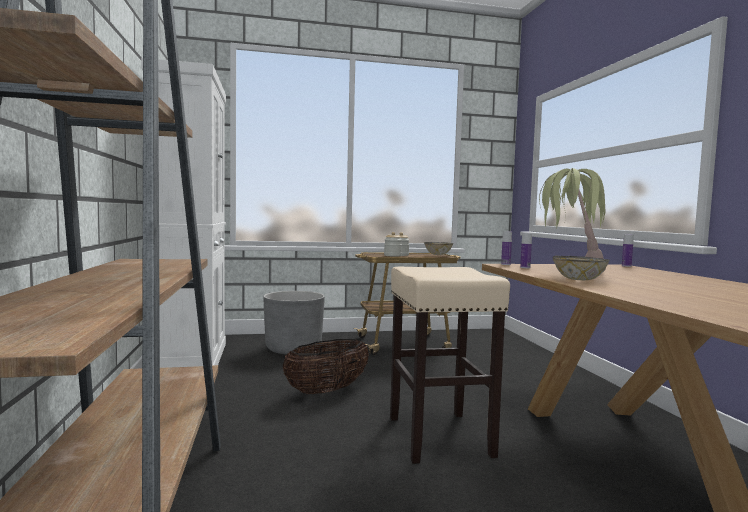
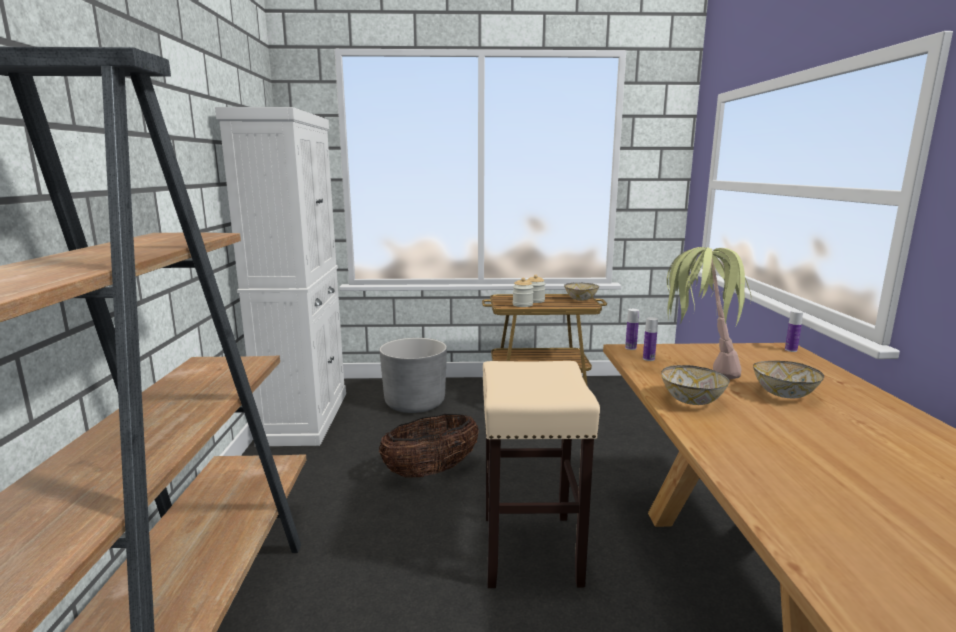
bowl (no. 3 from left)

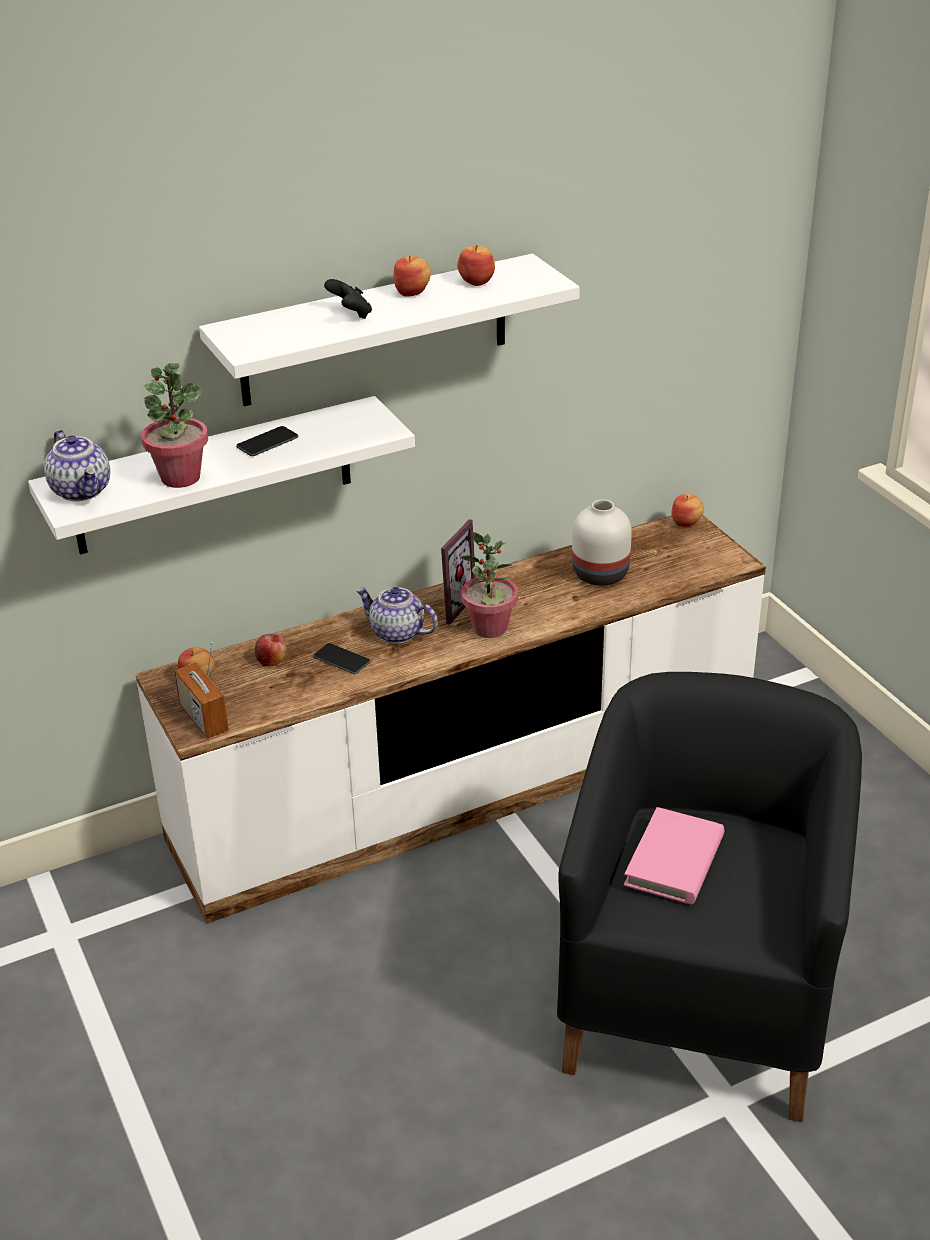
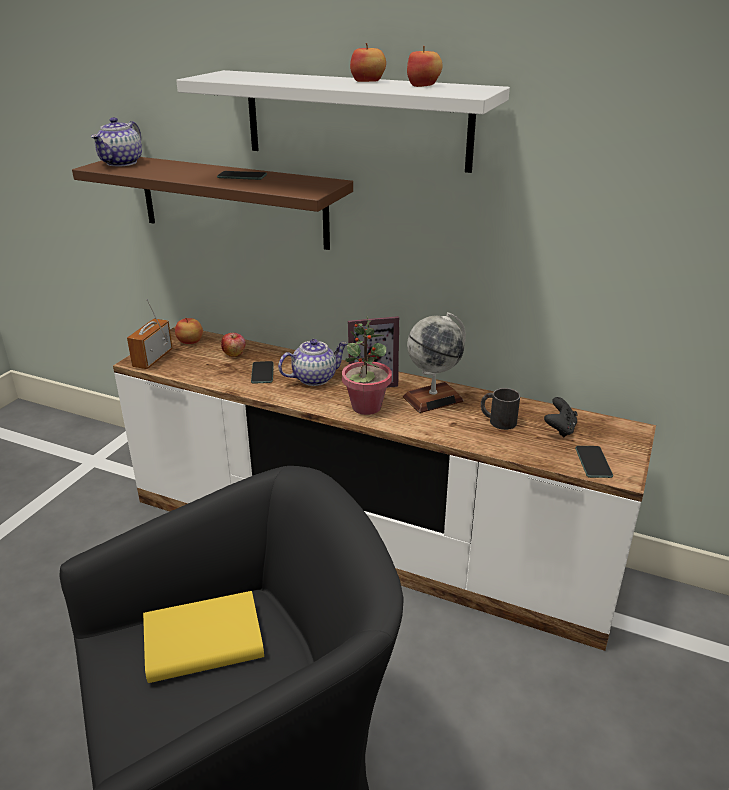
plant in a pot (no. 1 from left in the first image); apple fruit (no. 5 from left in the first image); desk globe; handset (no. 3 from left); game controller/black-coloured; tea mug/black-coloured; shelf/brownish; volume/yellow-coloured; teapot (no. 2 from left)

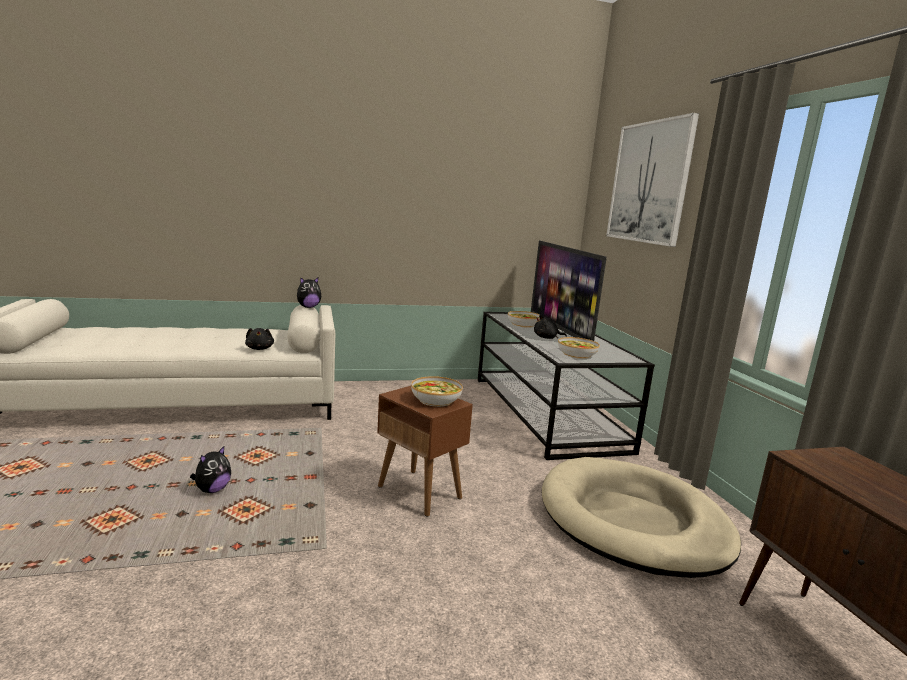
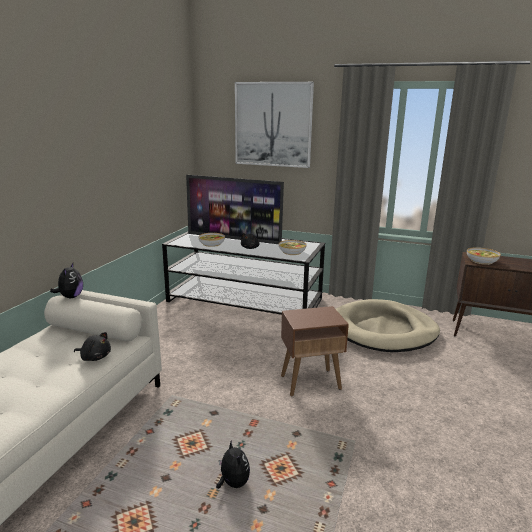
bowl (no. 3 from left)

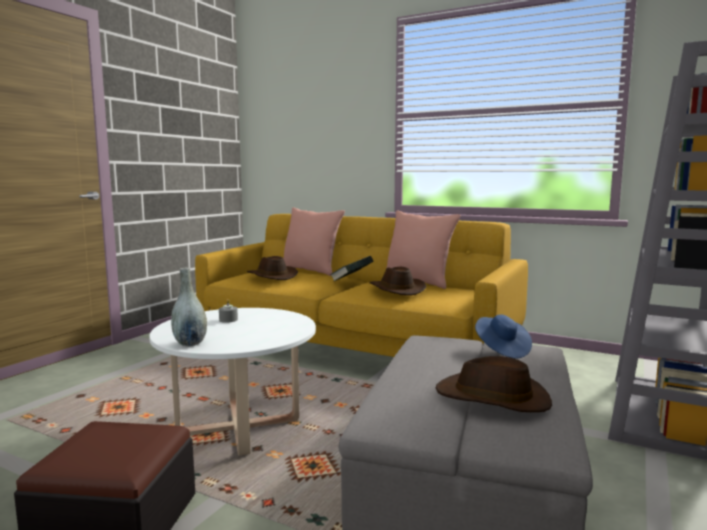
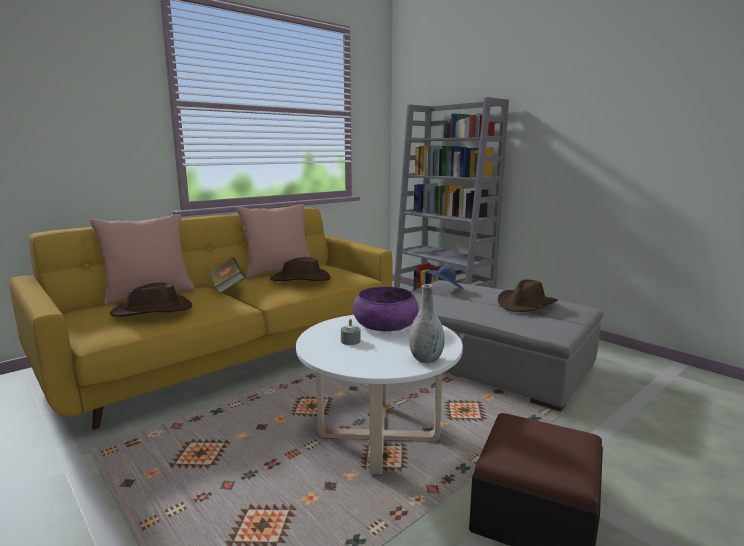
bowl/purple-coloured

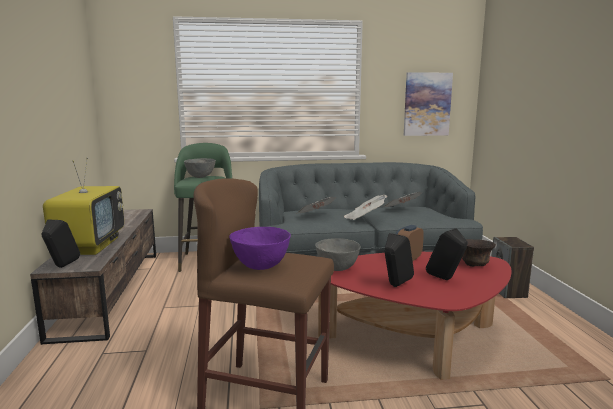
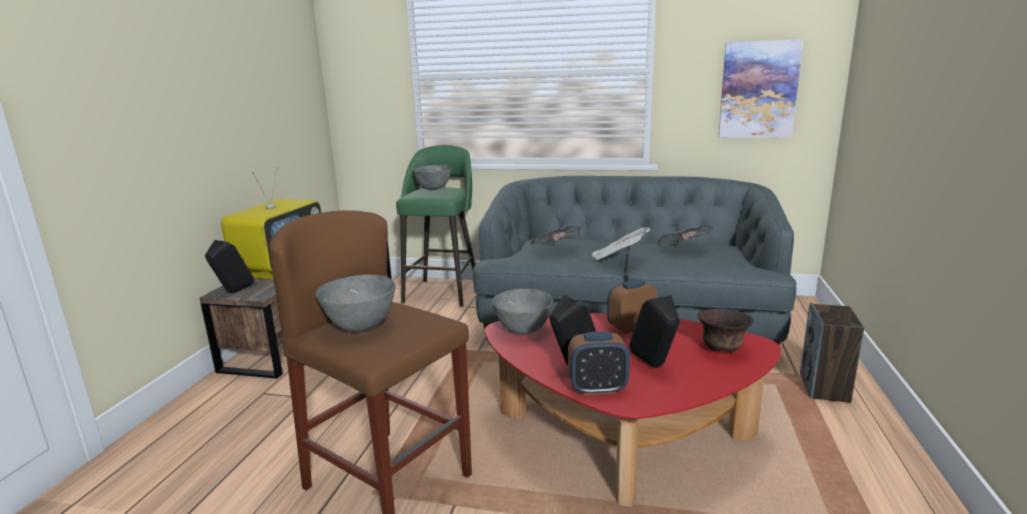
alarm clock (no. 1 from left); bowl/grey (no. 1 from left)

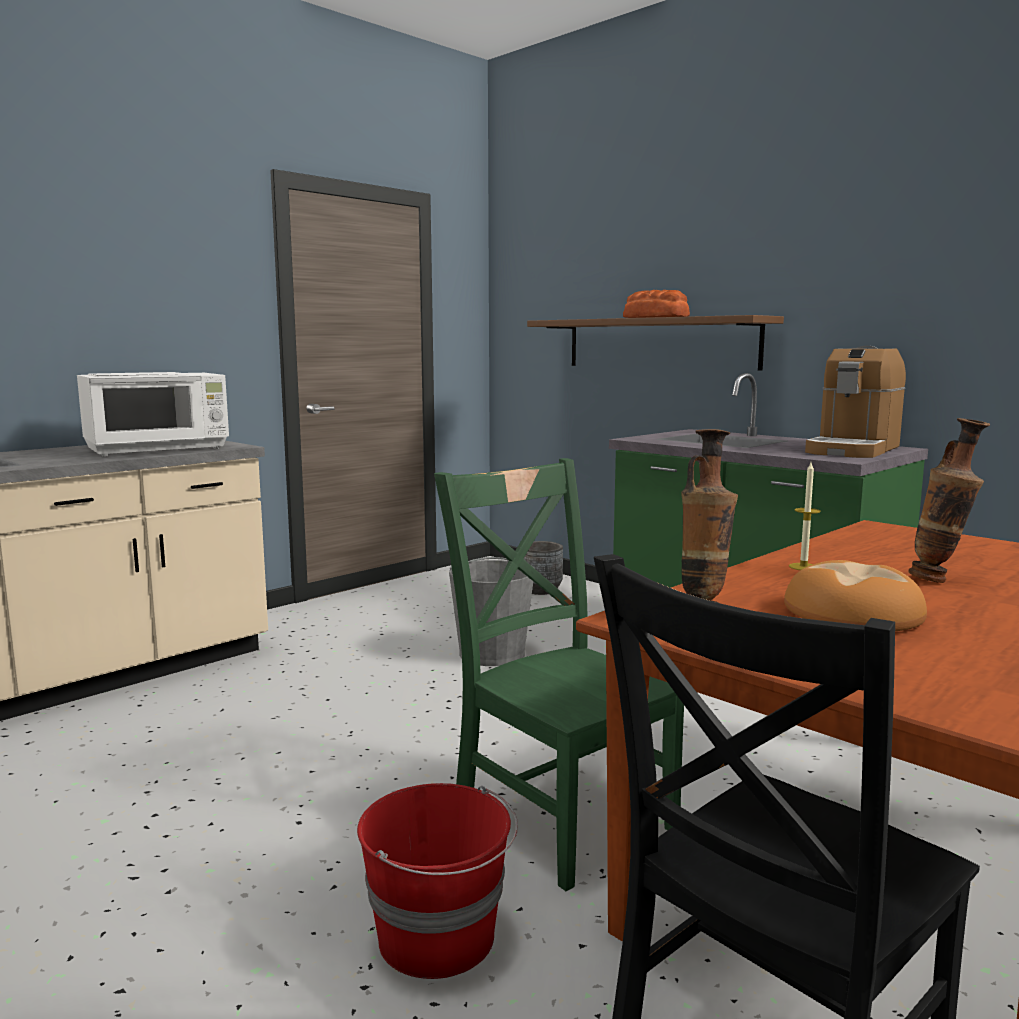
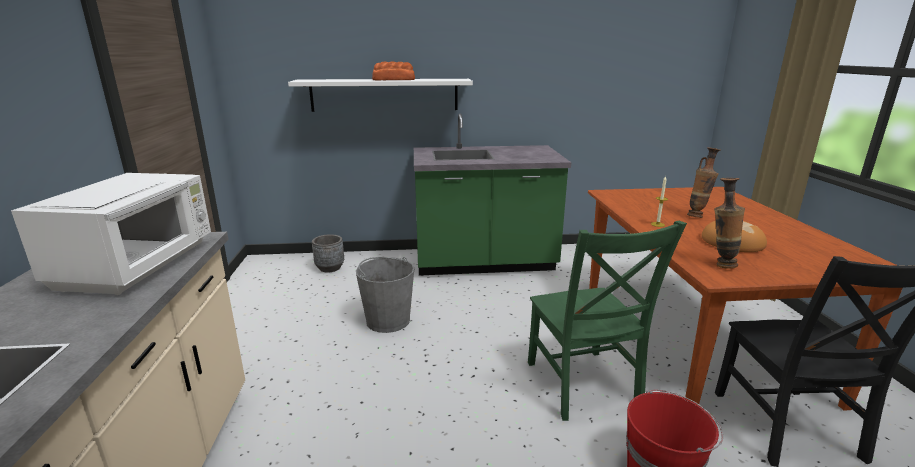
coffee brewer; shelf/white; chair/greenish

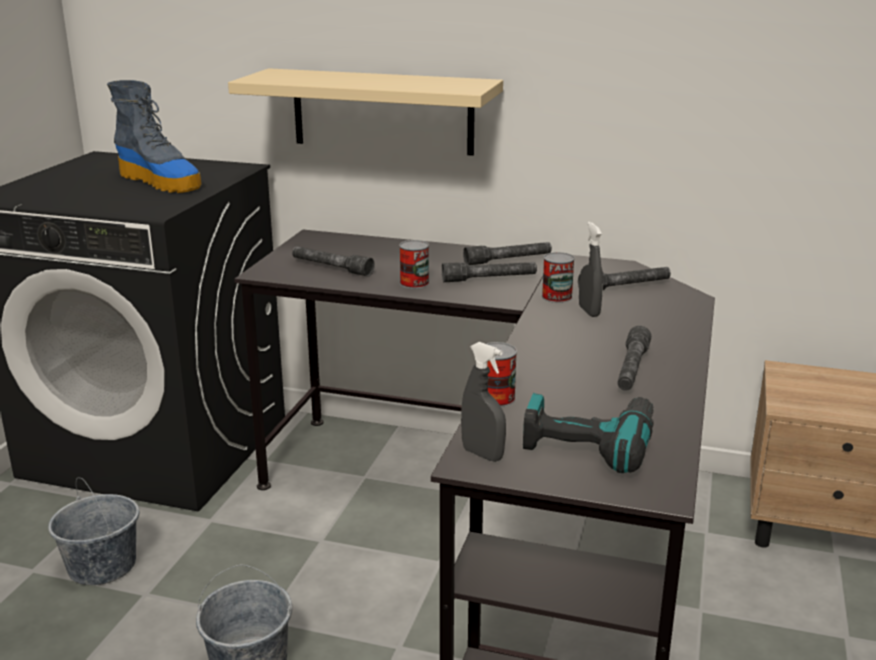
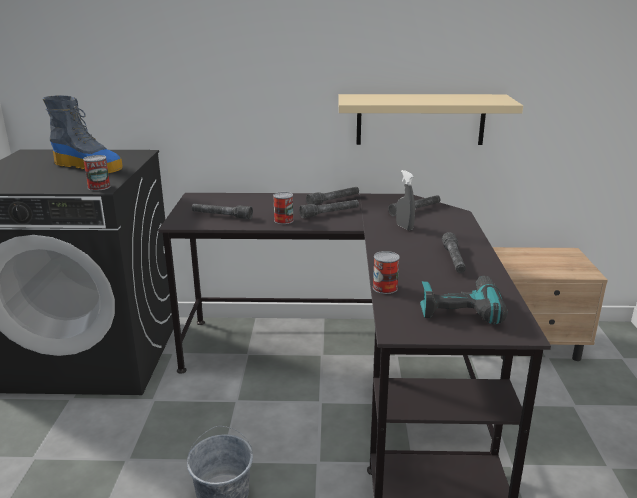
bucket/grey (no. 1 from left in the first image); hand sprayer/grey (no. 1 from left in the first image); shelf/beige-coloured; metal can (no. 1 from left)

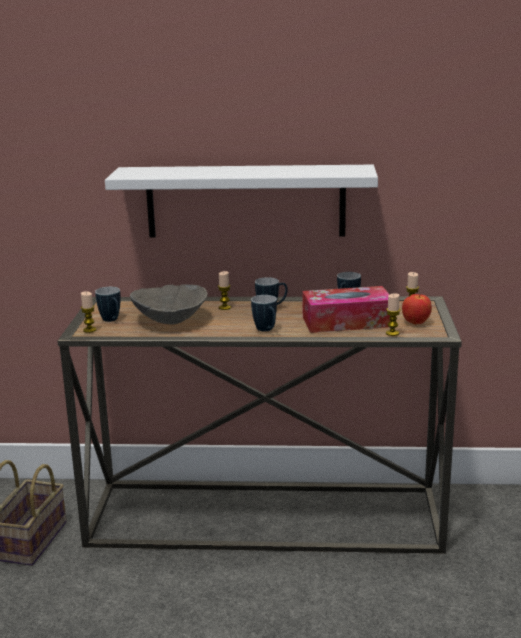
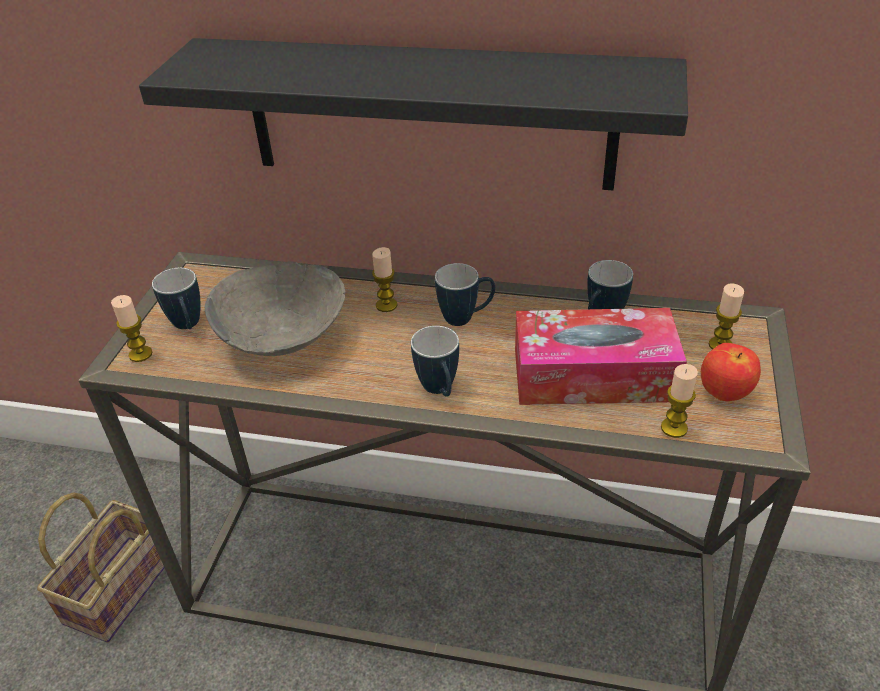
shelf/black-coloured

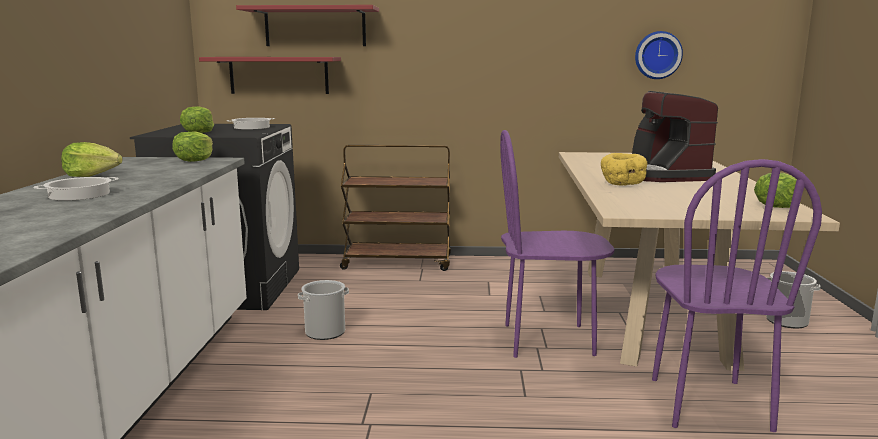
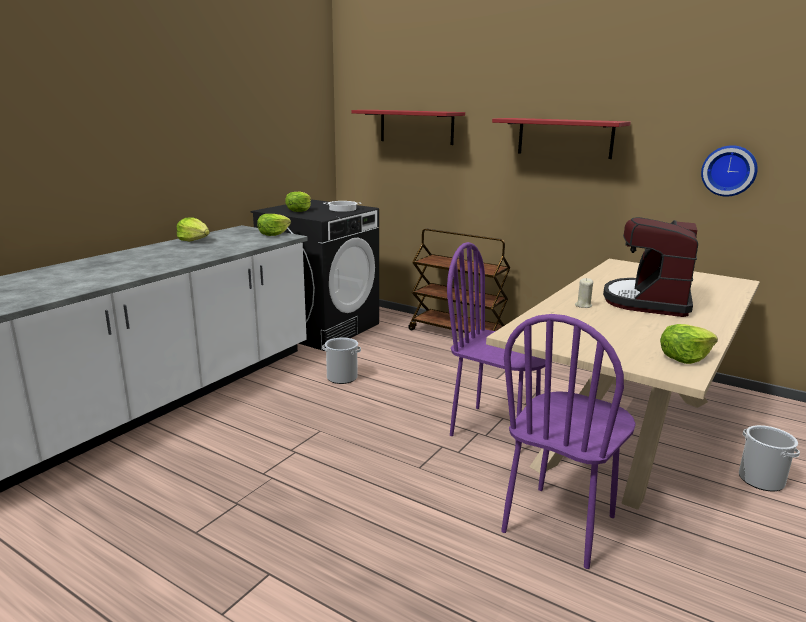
stockpot (no. 1 from left in the first image); shelf/red-coloured (no. 2 from left); wax light/beige-coloured

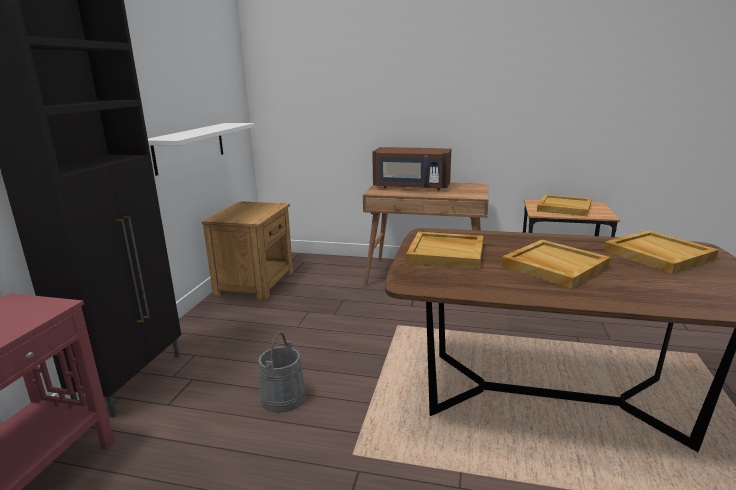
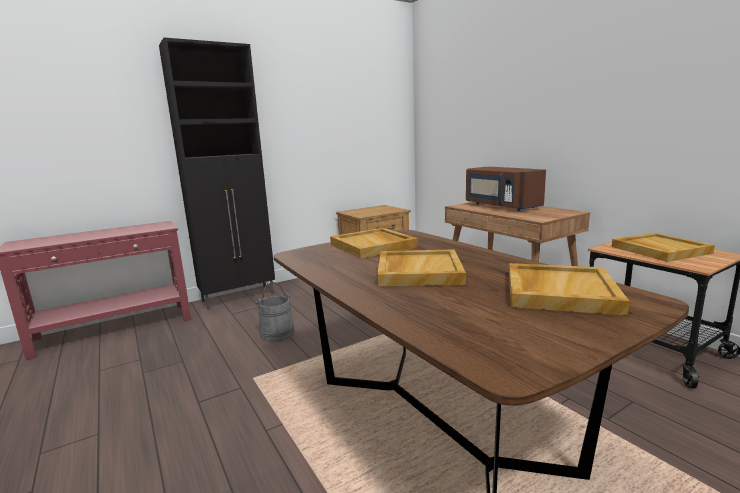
shelf/white

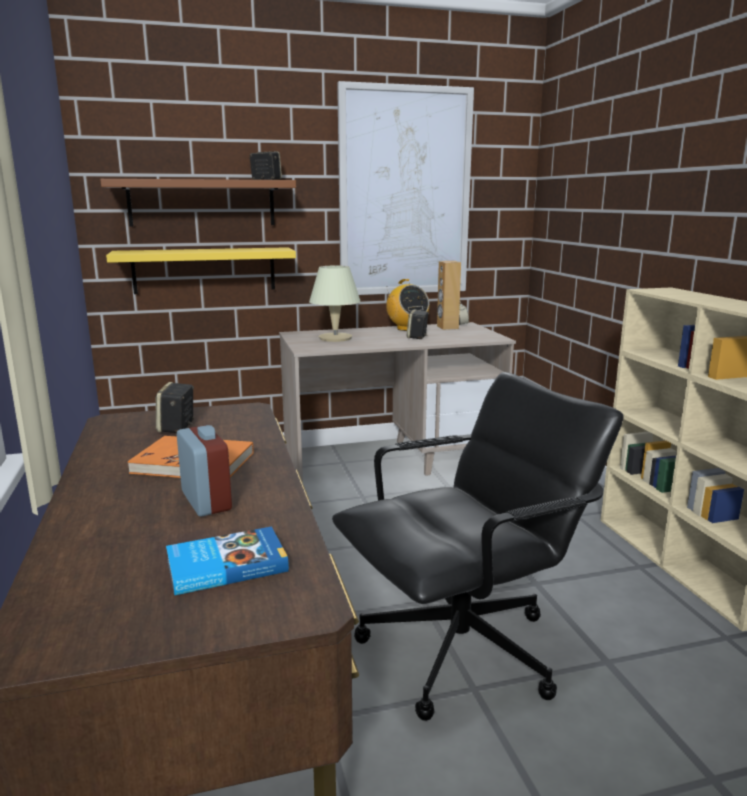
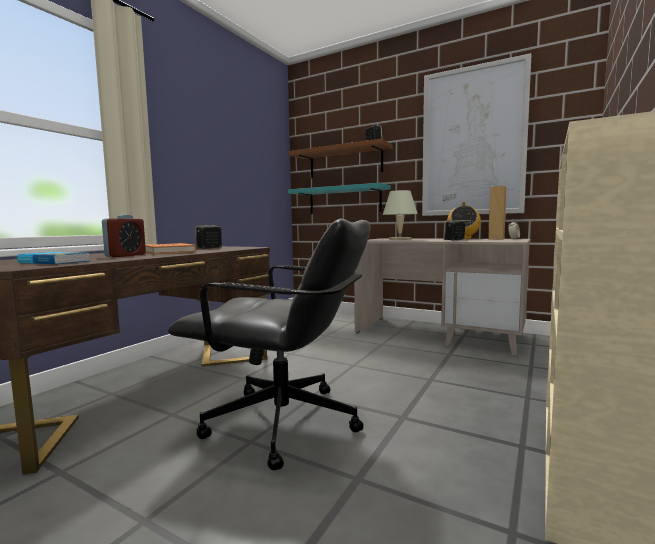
shelf/turquoise

